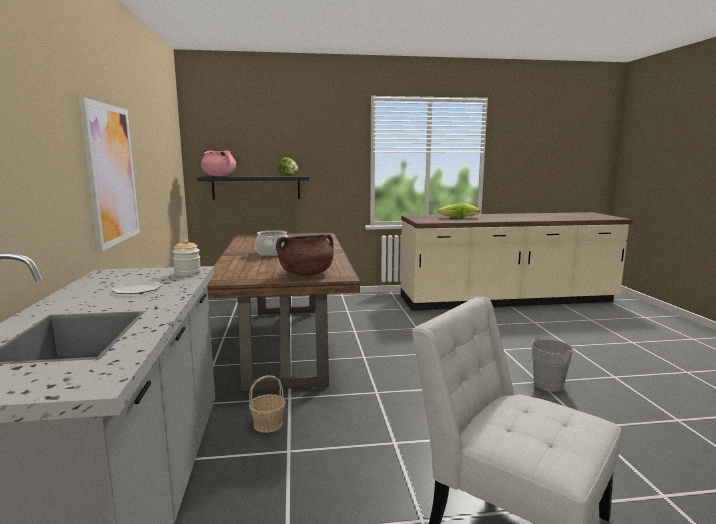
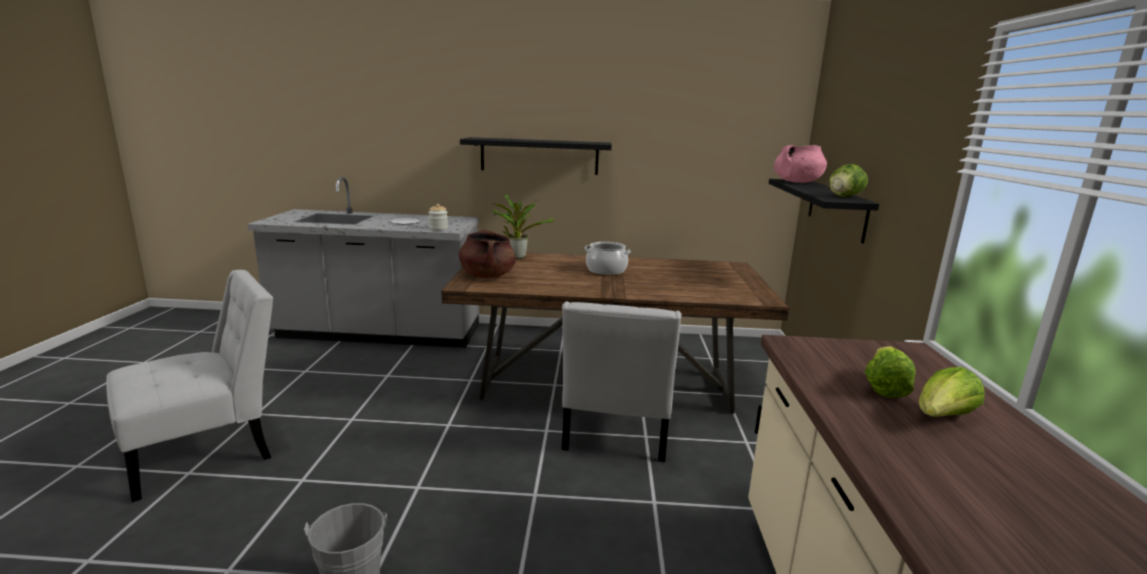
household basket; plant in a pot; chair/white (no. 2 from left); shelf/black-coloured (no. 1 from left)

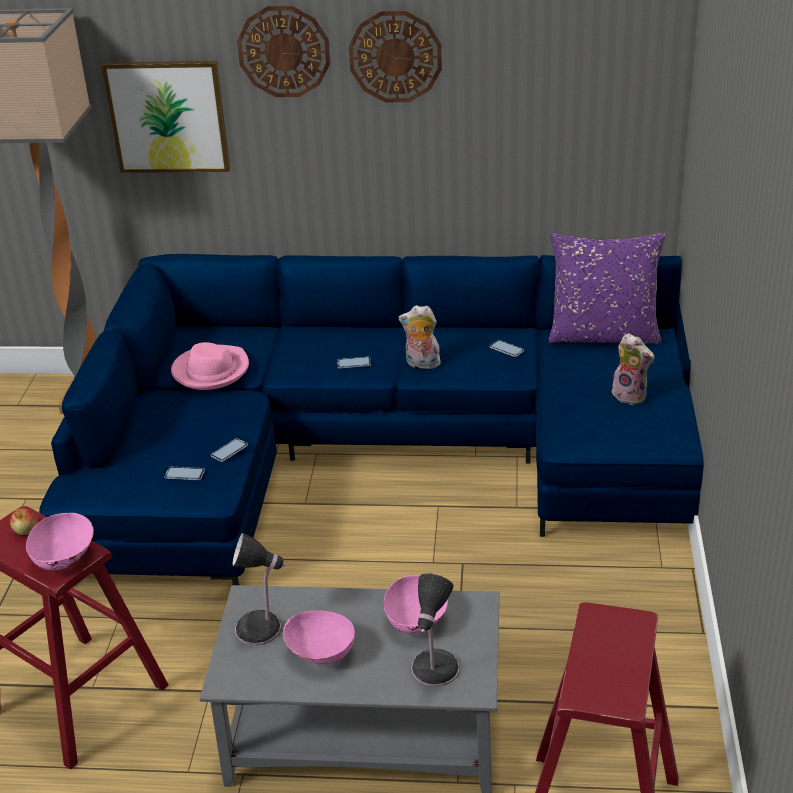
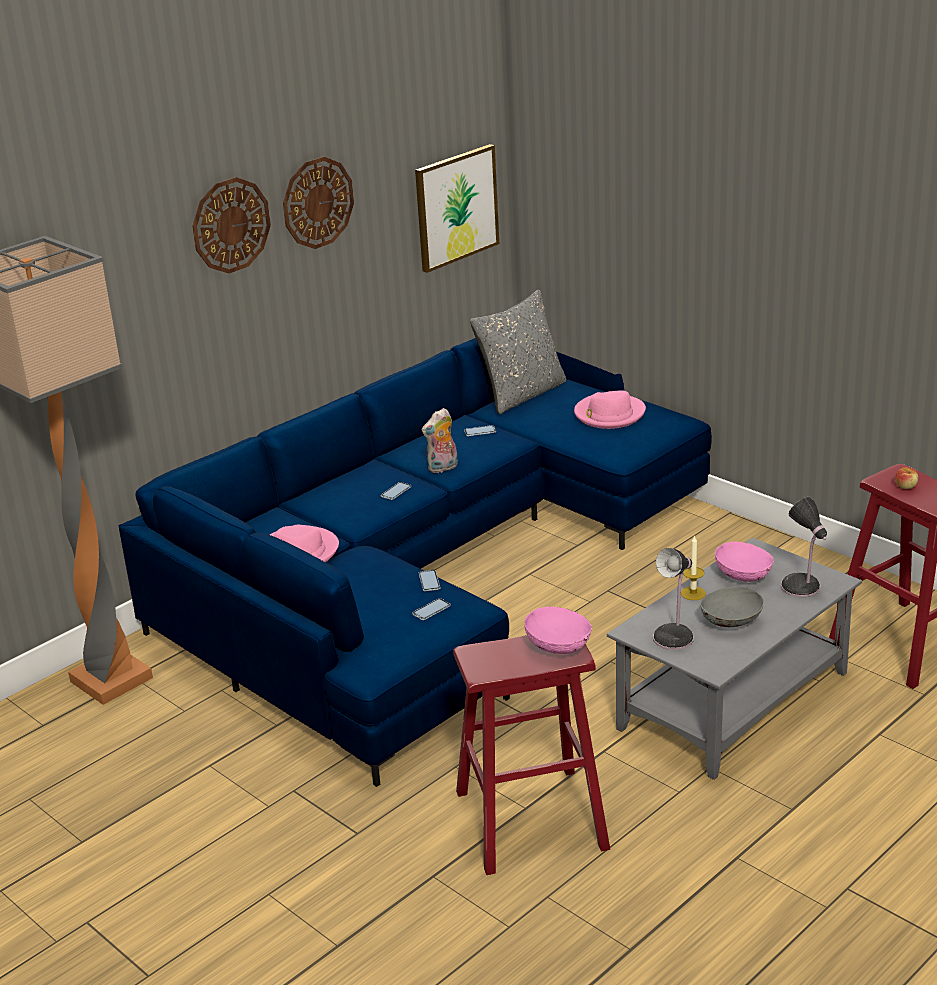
wax light; apple fruit; wall art; hat/pinkish (no. 2 from left); bowl/grey; pillow/grey

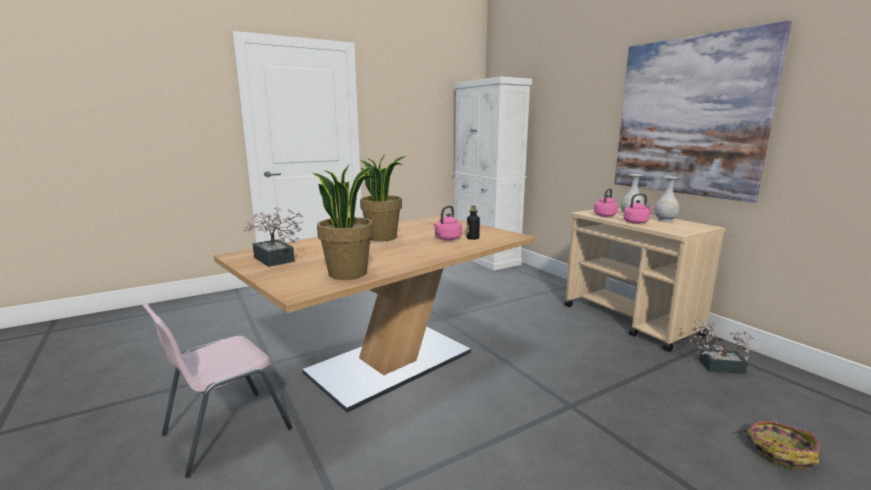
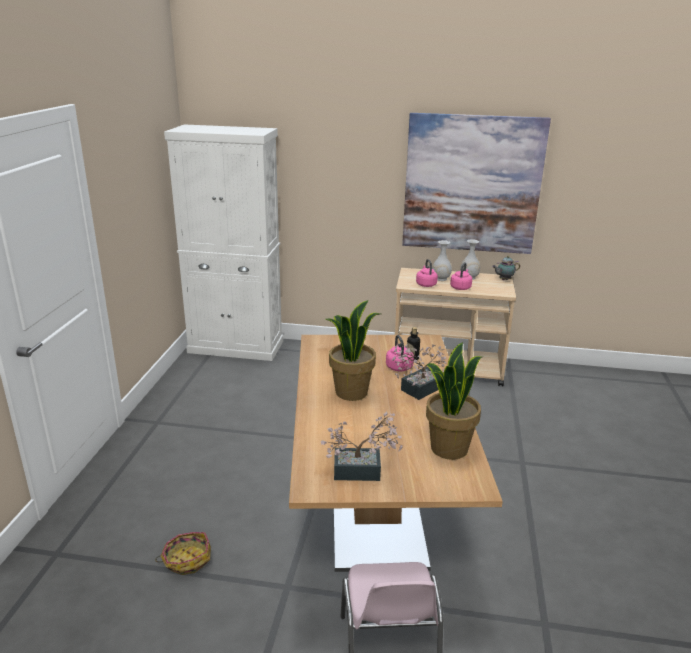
teapot; plant in a pot (no. 3 from left); household basket

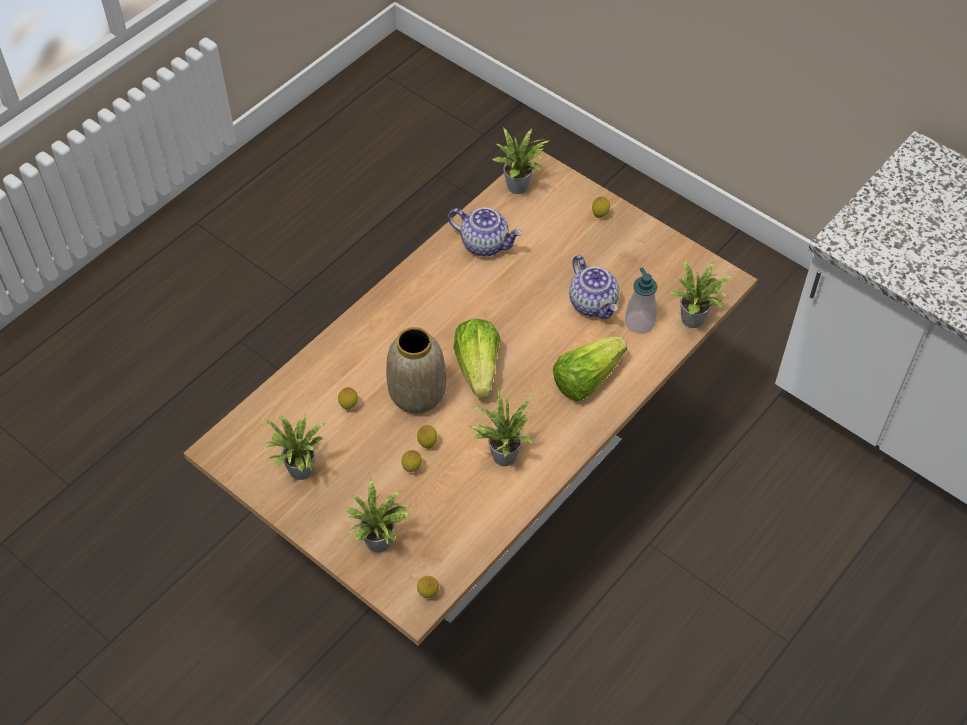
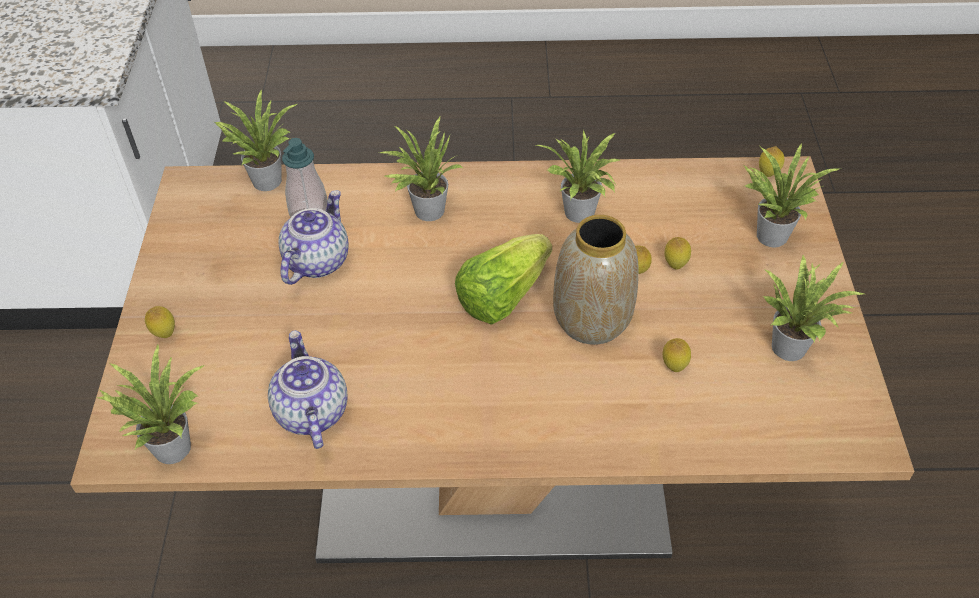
plant in a pot (no. 3 from left)

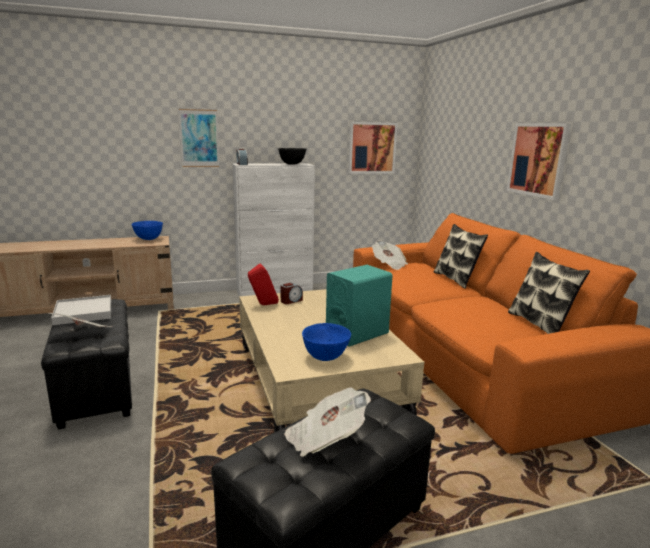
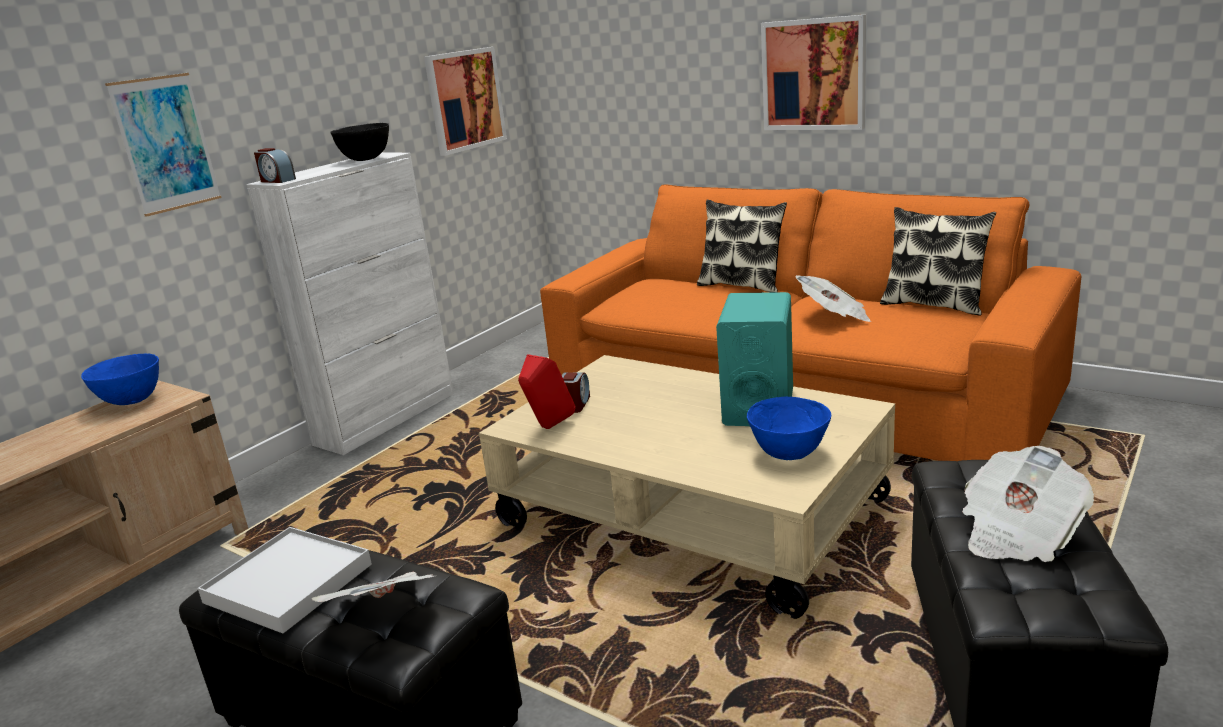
printed paper (no. 2 from left)

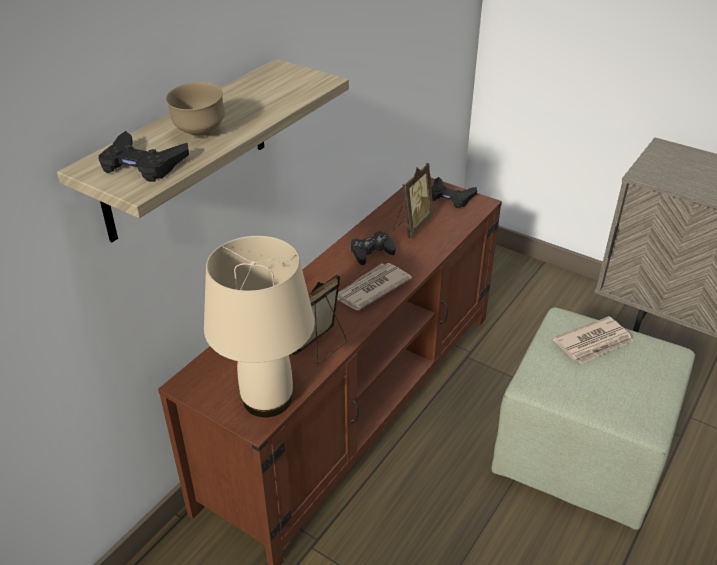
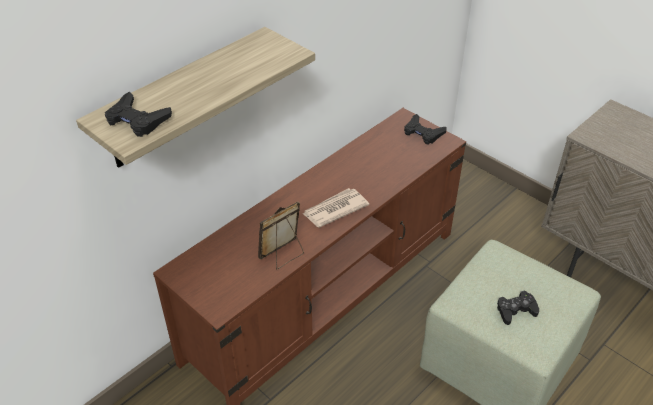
bowl/brownish; tabletop lamp/beige-coloured; standing frame (no. 2 from left in the first image); printed paper (no. 2 from left in the first image); game controller/black-coloured (no. 3 from left)

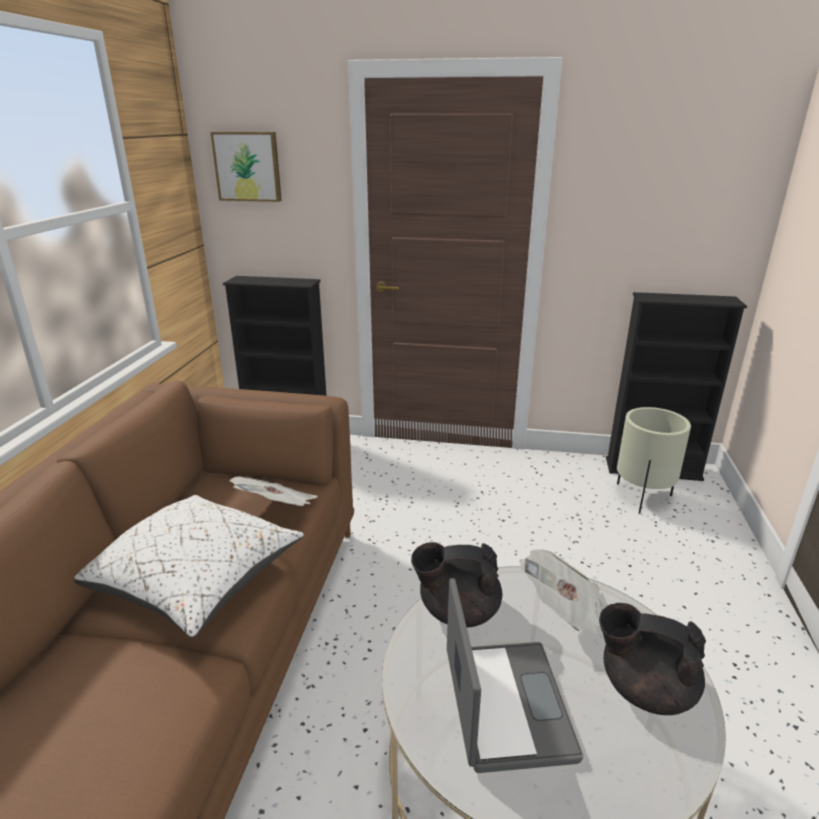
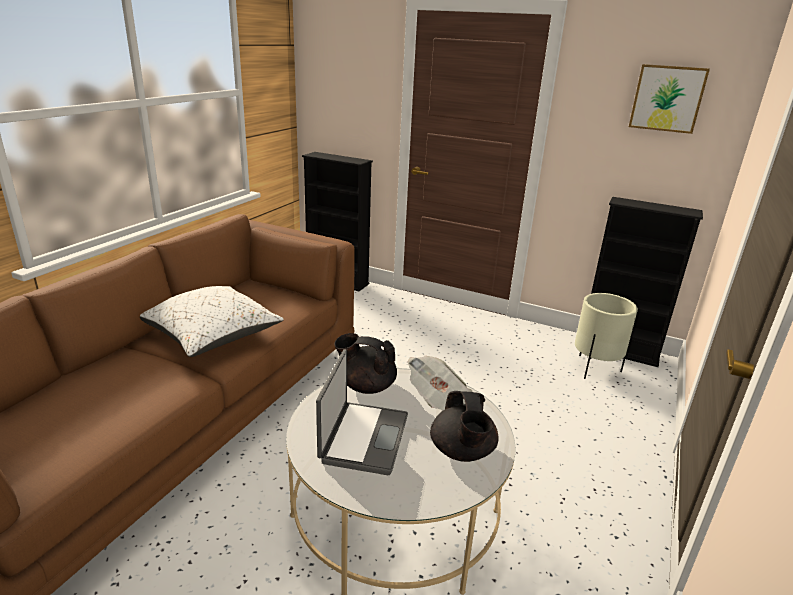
printed paper (no. 1 from left in the first image); wall art; teapot/black-coloured (no. 2 from left)

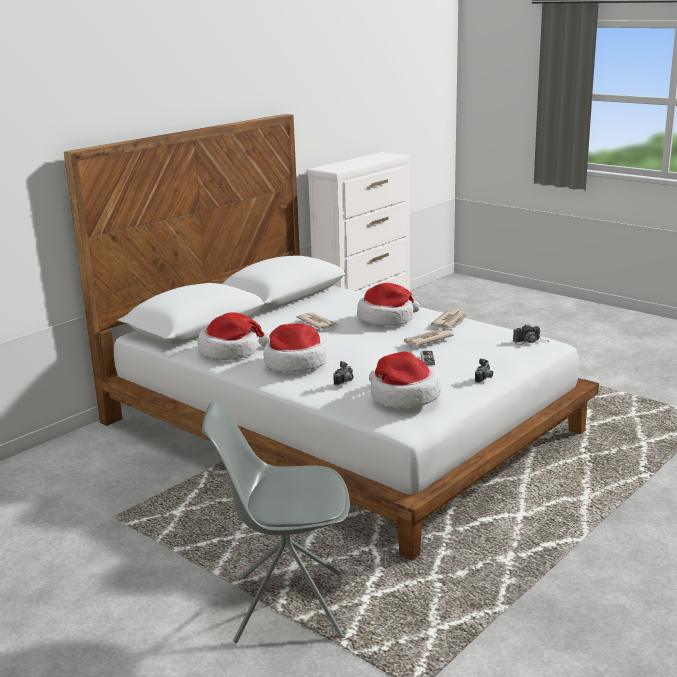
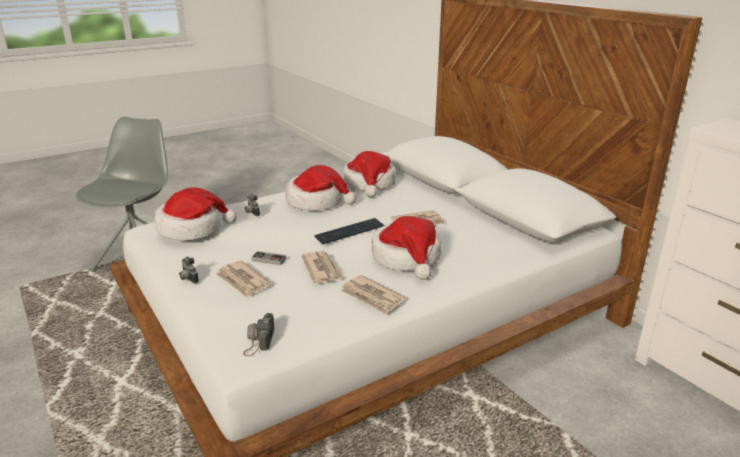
printed paper (no. 1 from left); PC keyboard

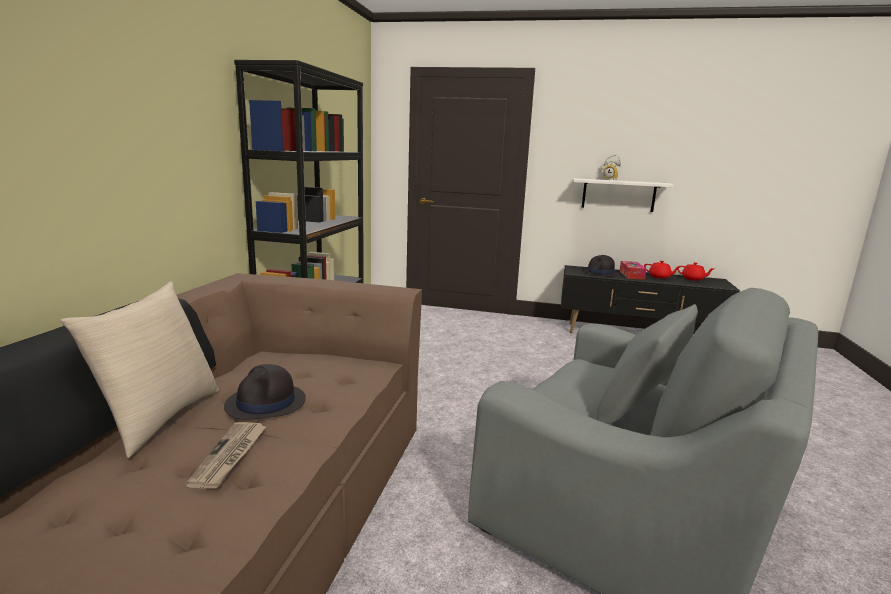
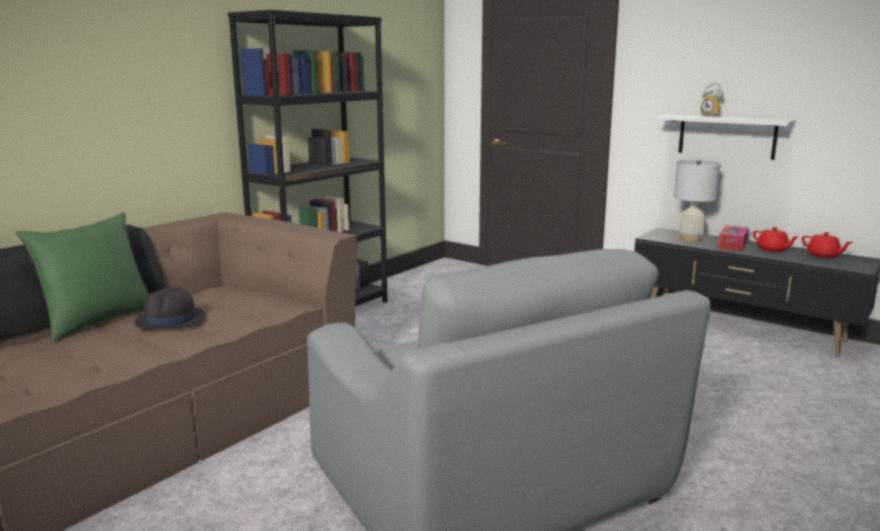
printed paper; tabletop lamp/white; pillow/greenish

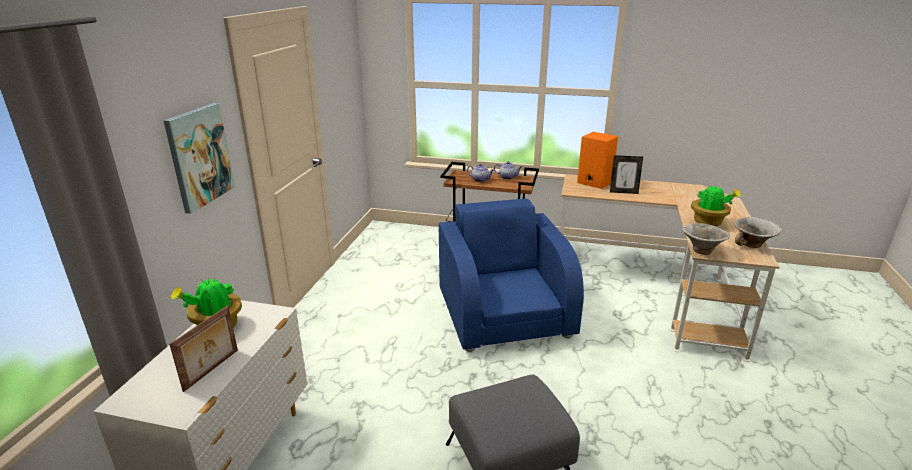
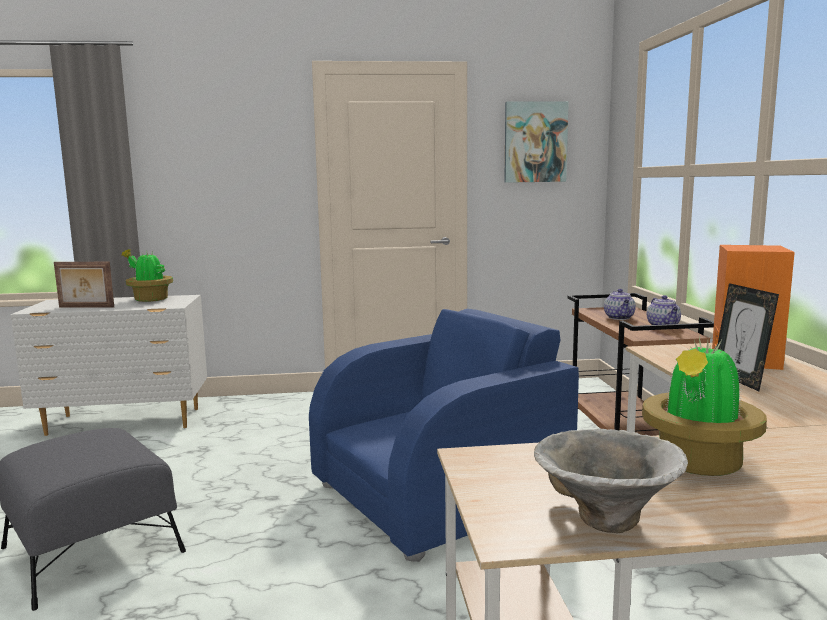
bowl (no. 1 from left in the first image); wall art

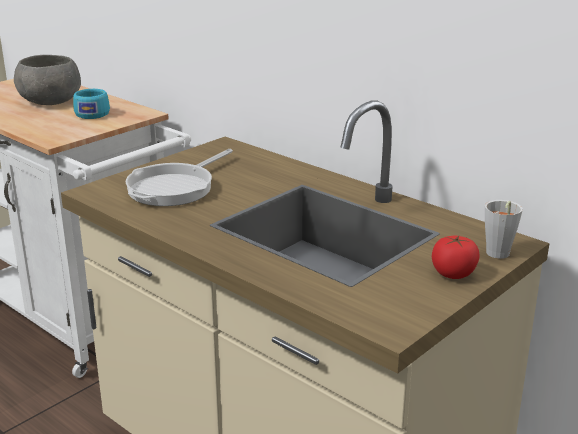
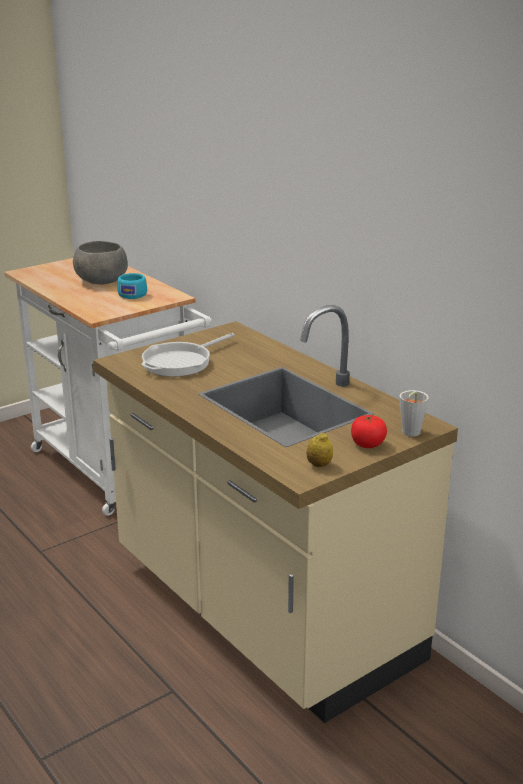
lemon

